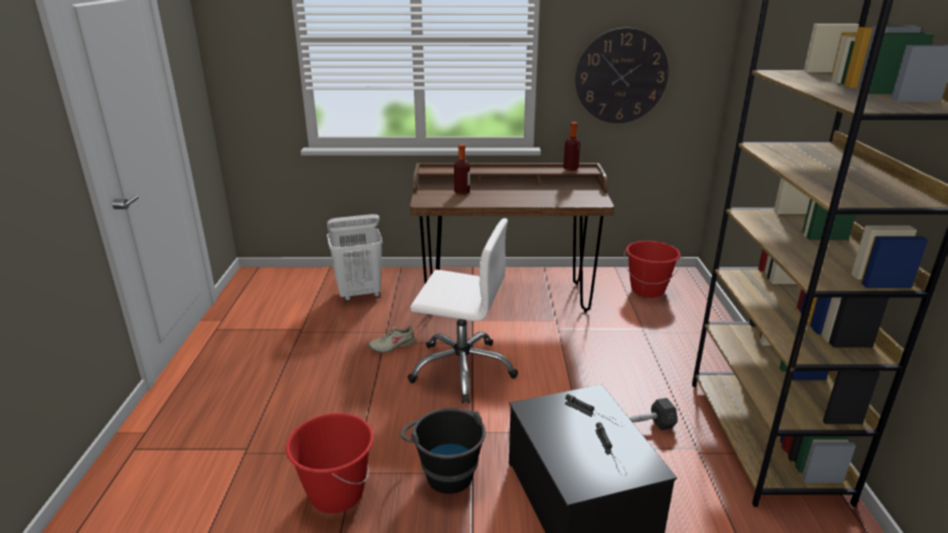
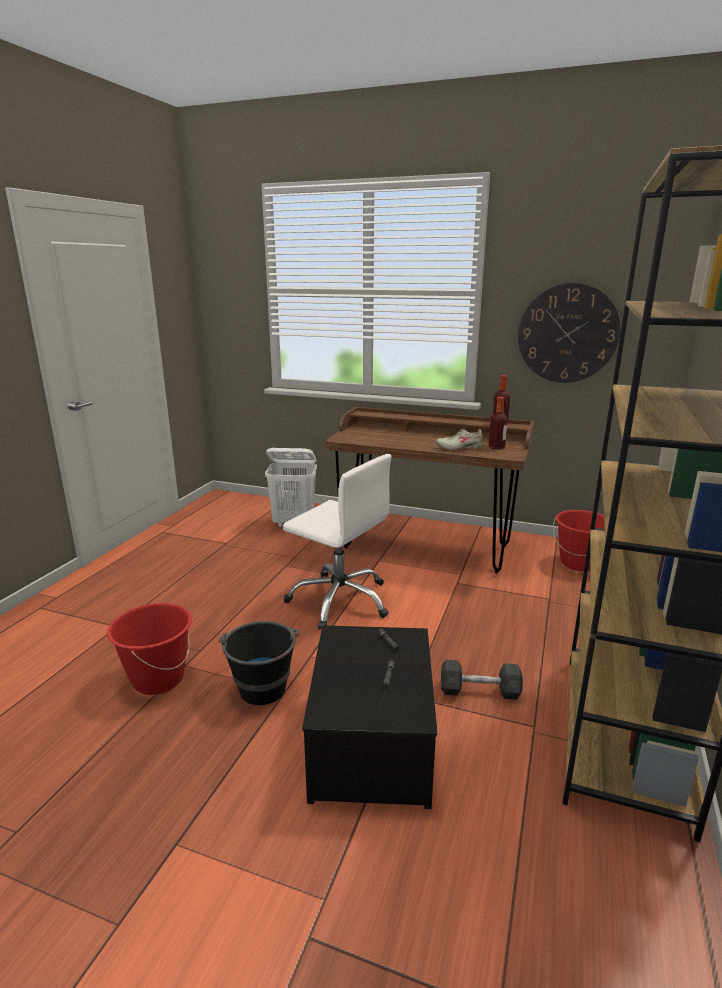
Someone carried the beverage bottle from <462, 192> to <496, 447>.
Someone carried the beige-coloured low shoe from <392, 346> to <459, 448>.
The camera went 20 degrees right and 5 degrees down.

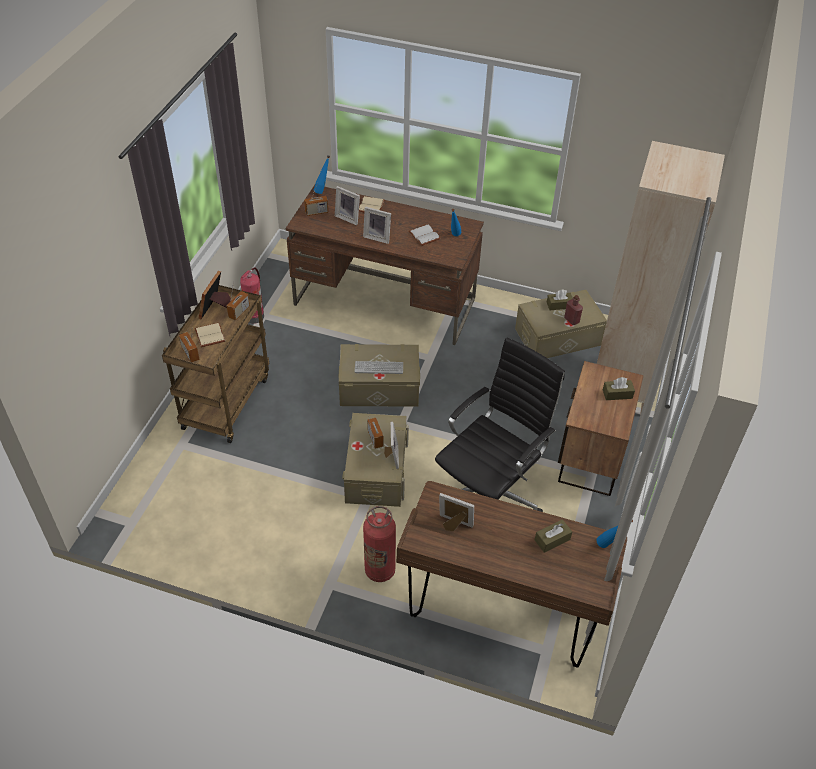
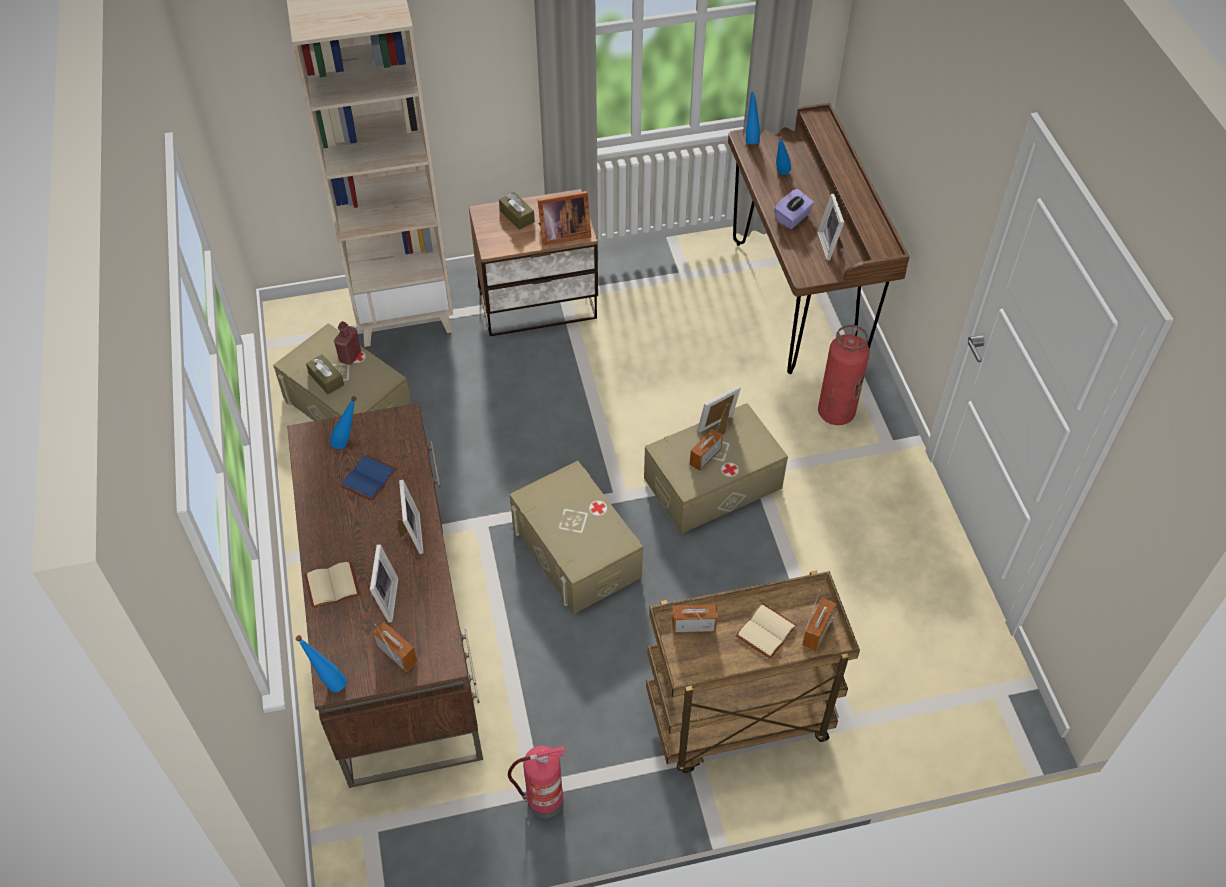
Someone repainted the whitish bound book at <423, 235>, which became the blue bound book at <370, 480>.
Someone carried the picture frame from <215, 308> to <562, 234>.
Someone took away the blackish office chair at <489, 495>.
Someone took away the computer keyboard at <379, 368>.
Someone swapped the brownish tissue holder at <552, 539> for the blue beverage bottle at <780, 175>.
Someone put down the purplish tissue holder at <792, 218>.
The camera went 120 degrees left and 5 degrees up.

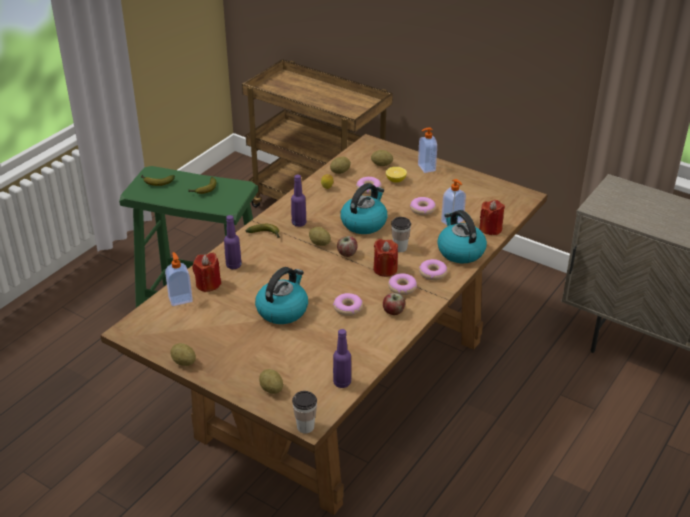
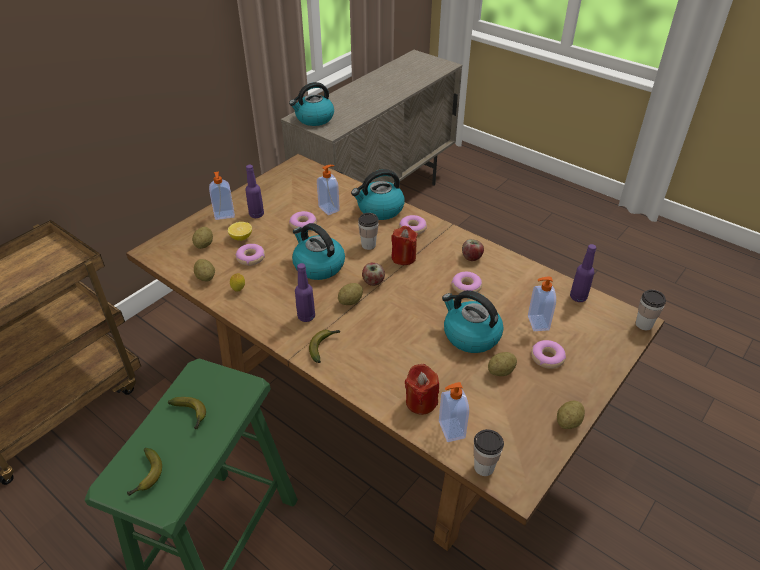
Someone took away the red wax light at <490, 229>.
Someone carried the purplish beverage bottle from <233, 265> to <256, 214>.
Someone carried the doughnut from <402, 288> to <547, 358>.
Someone carried the spud from <271, 389> to <501, 371>.
Someone put down the kettle at <314, 119>.
Someone put down the soap dispenser at <537, 323>.
Someone put down the cup at <484, 467>.
The camera went 85 degrees left and 5 degrees up.

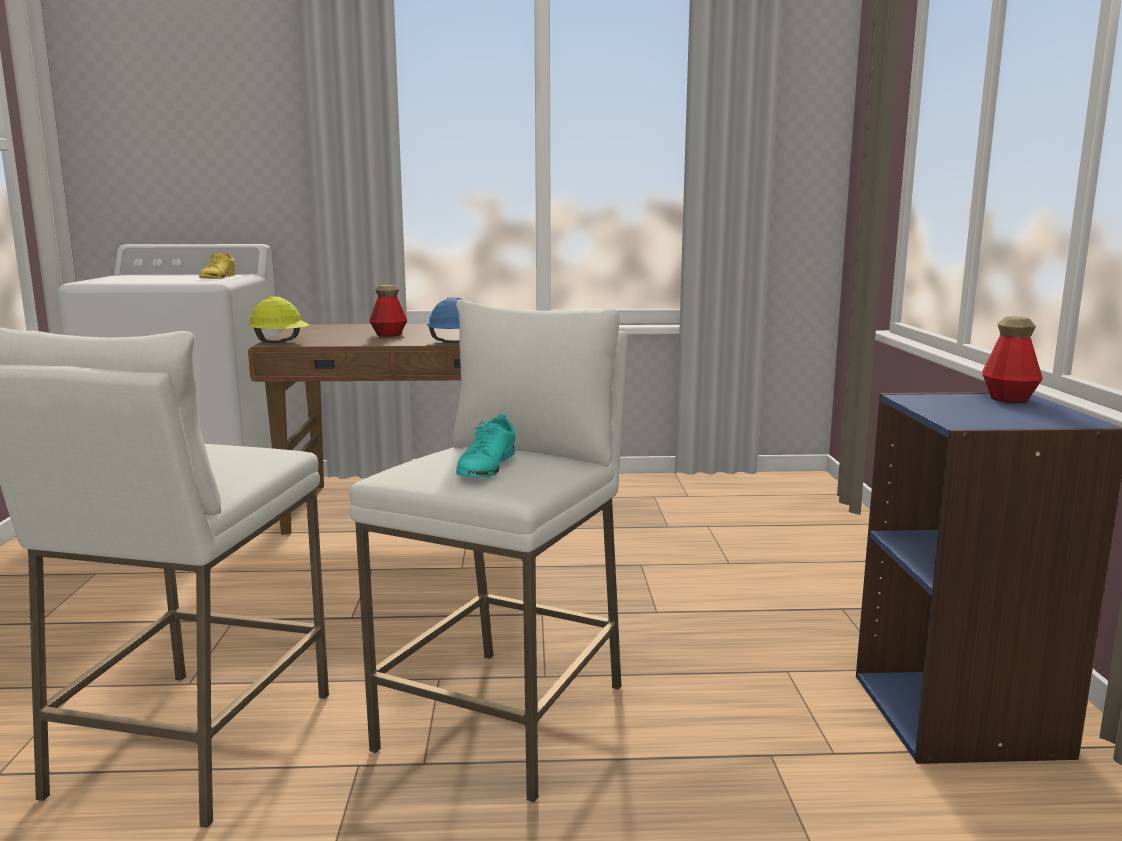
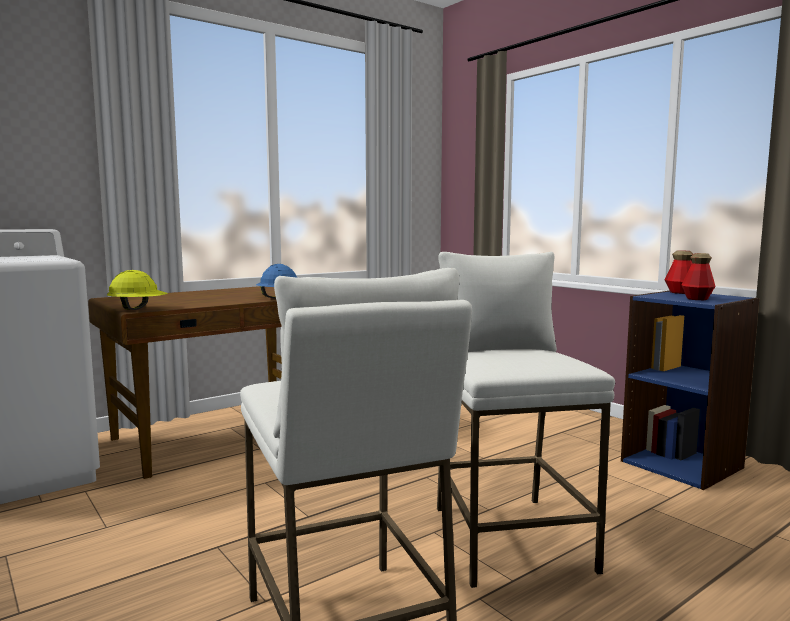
Someone took away the yellow-coloured low shoe at <217, 277>.
Someone carried the beverage bottle from <389, 335> to <697, 299>.
Someone took away the turquoise-coloured low shoe at <486, 466>.
The camera went 35 degrees left and 5 degrees down.

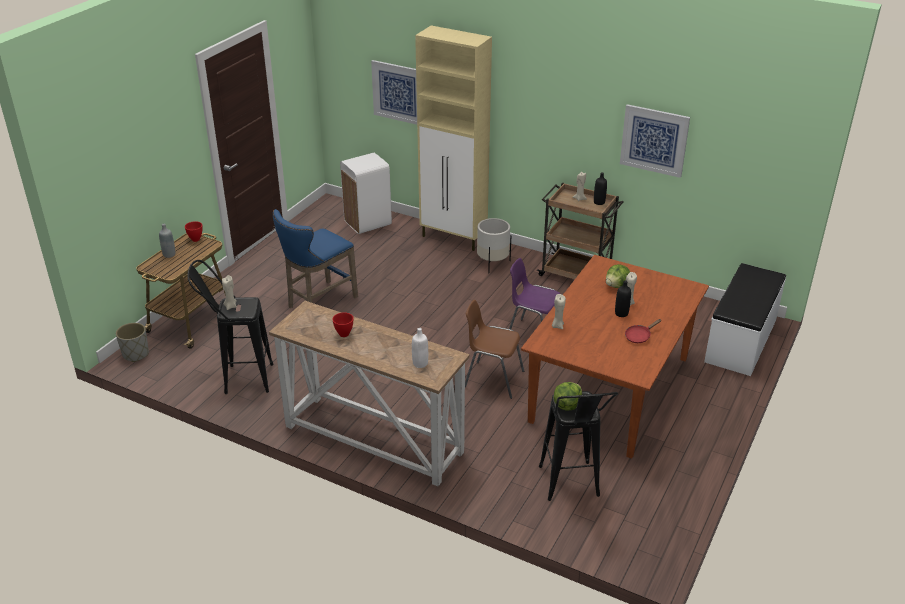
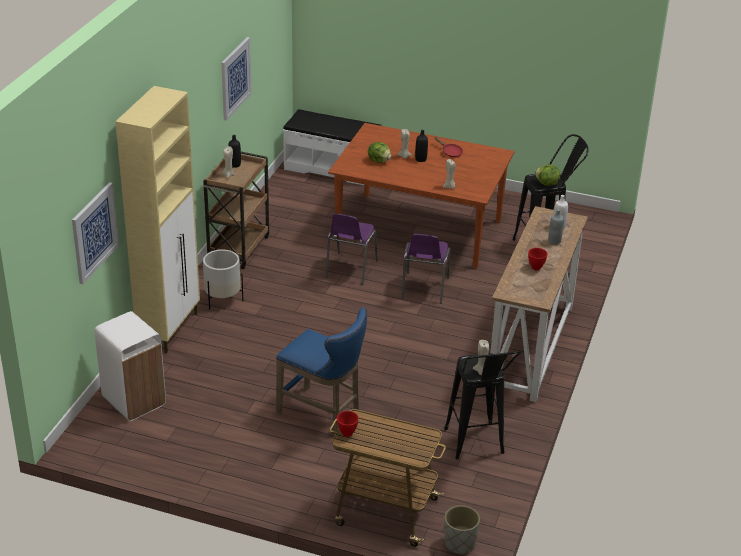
Someone carried the greyish beverage bottle from <169, 254> to <554, 241>.
Someone repainted the brownish plain chair at <492, 379>, which became the purplish plain chair at <424, 289>.
The camera went 100 degrees left and 0 degrees up.

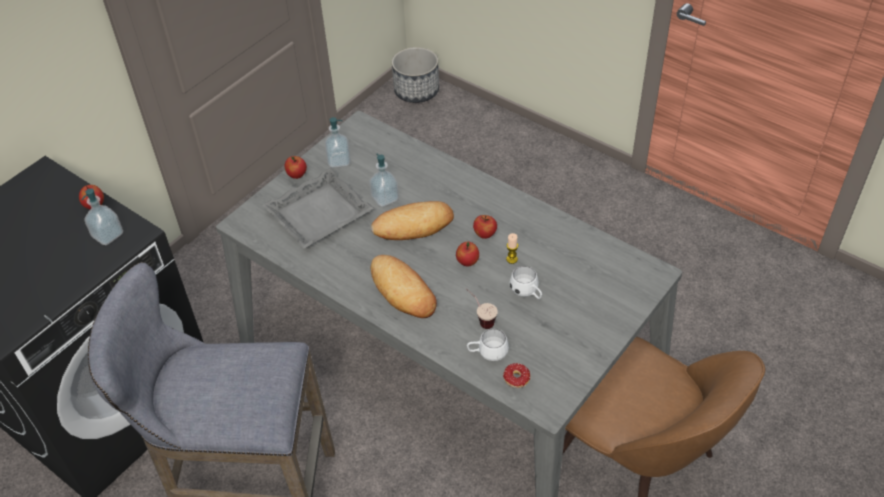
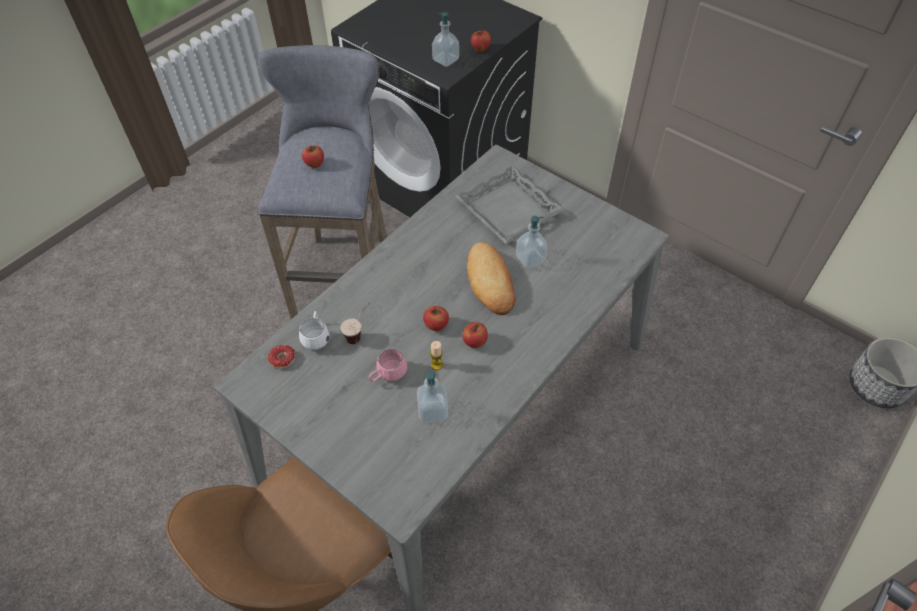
Someone carried the soap dispenser from <339, 161> to <433, 411>.
Someone carried the whole apple from <297, 175> to <314, 164>.
Someone took away the baked bread at <403, 290>.
Someone repainted the whitish coffee mug at <527, 293>, which became the pink-coloured coffee mug at <388, 375>.
The camera went 90 degrees right and 5 degrees up.

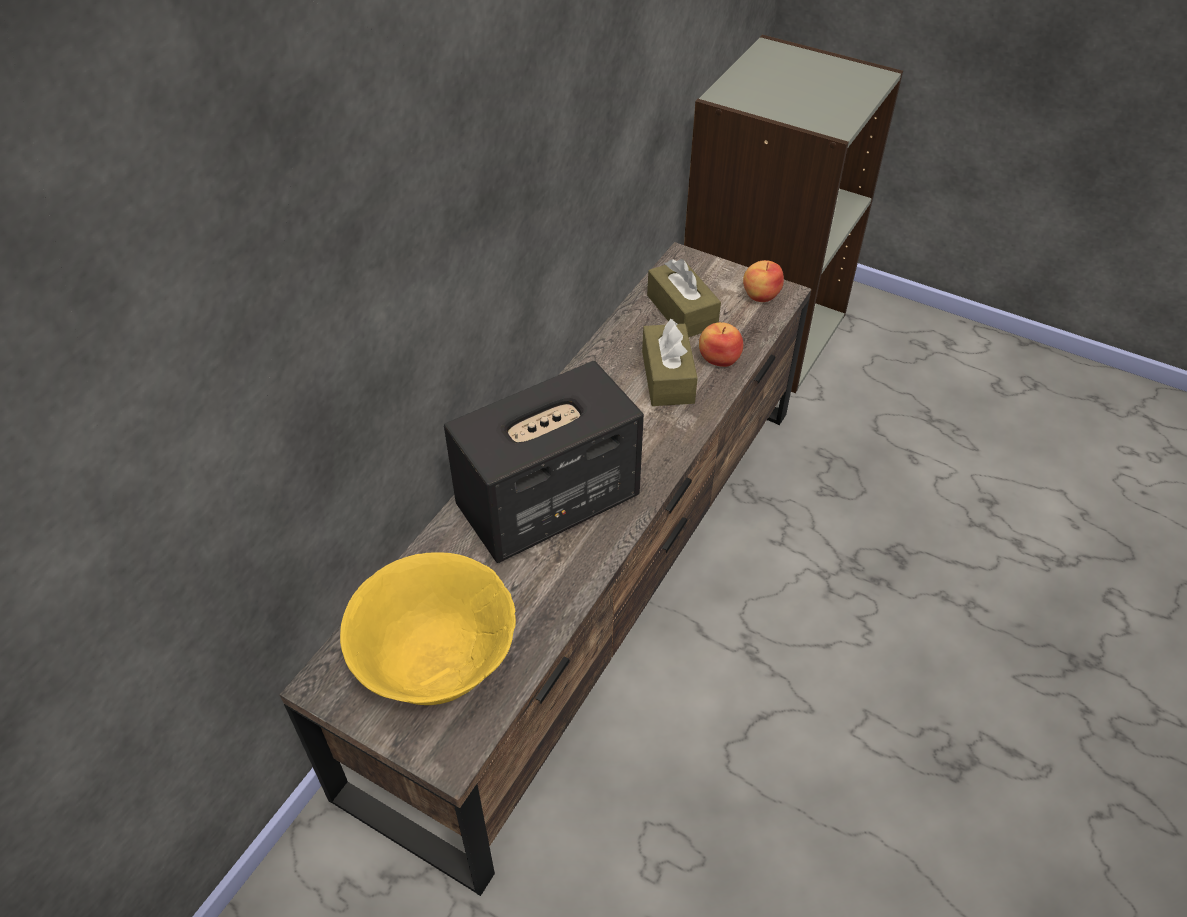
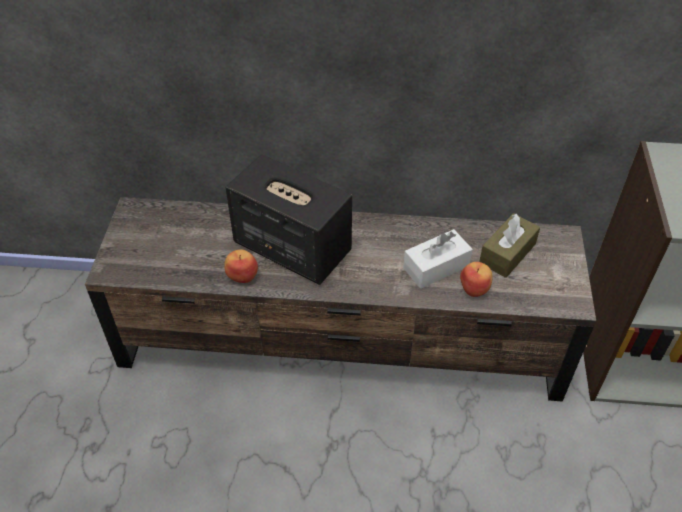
Someone carried the whole apple from <761, 295> to <242, 275>.
Someone repainted the brownish tissue holder at <667, 377>, which became the whitish tissue holder at <436, 267>.
Someone took away the yellow-coloured serving bowl at <437, 664>.
The camera went 65 degrees right and 0 degrees up.

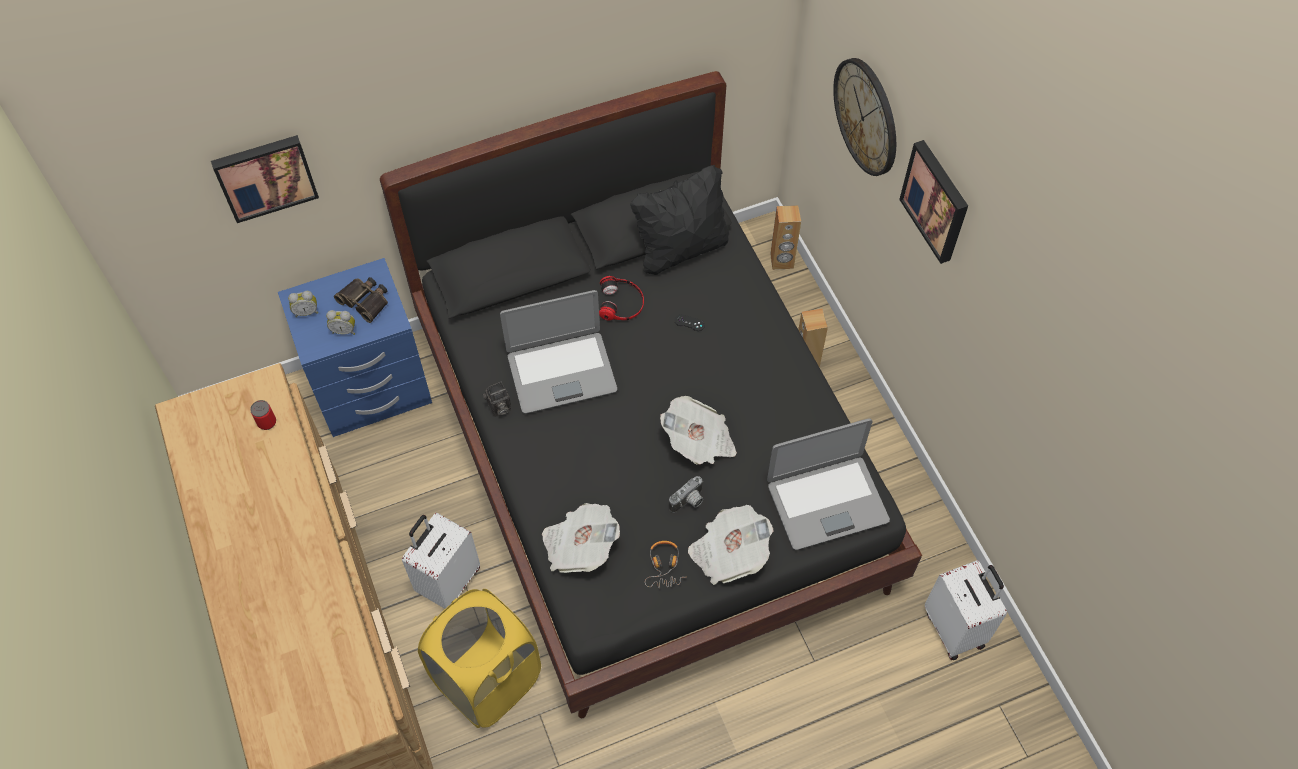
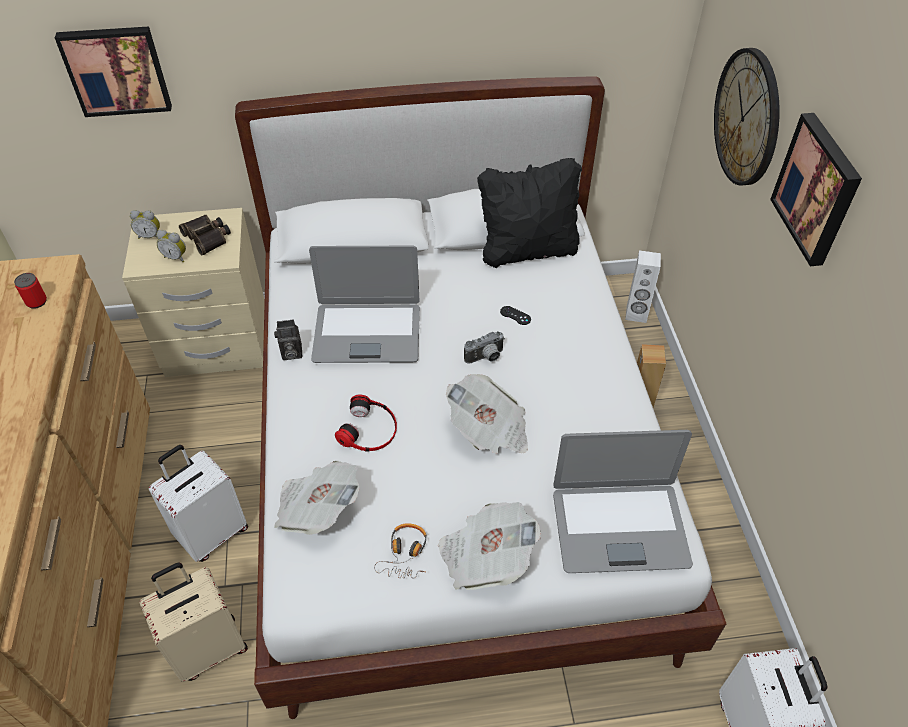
Someone repainted the blackish sleeping bed at <649, 457>, which became the whitish sleeping bed at <455, 461>.
Someone repainted the brownish audio speaker at <782, 261>, which became the whitish audio speaker at <636, 314>.
Someone repainted the blue bedside table at <372, 389>, which became the beige-coloured bedside table at <217, 345>.
Someone carried the headset from <621, 302> to <369, 429>.
Someone carried the still camera from <689, 502> to <486, 358>.
Someone swapped the yellow-coloured laundry basket at <488, 680> for the beige-coloured piece of luggage at <209, 647>.
The camera went 15 degrees right and 10 degrees down.

